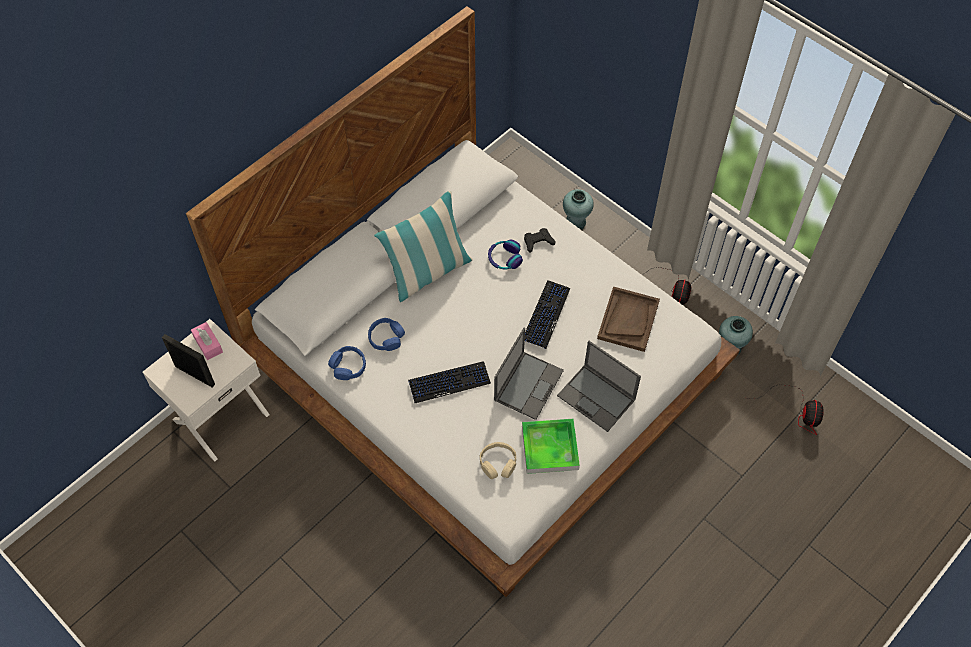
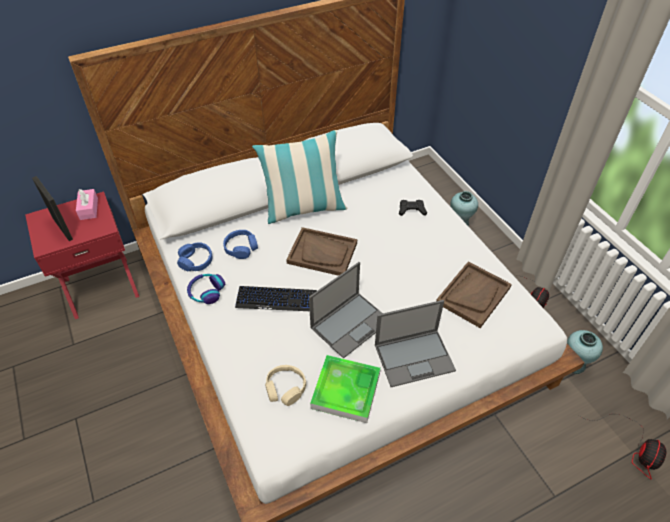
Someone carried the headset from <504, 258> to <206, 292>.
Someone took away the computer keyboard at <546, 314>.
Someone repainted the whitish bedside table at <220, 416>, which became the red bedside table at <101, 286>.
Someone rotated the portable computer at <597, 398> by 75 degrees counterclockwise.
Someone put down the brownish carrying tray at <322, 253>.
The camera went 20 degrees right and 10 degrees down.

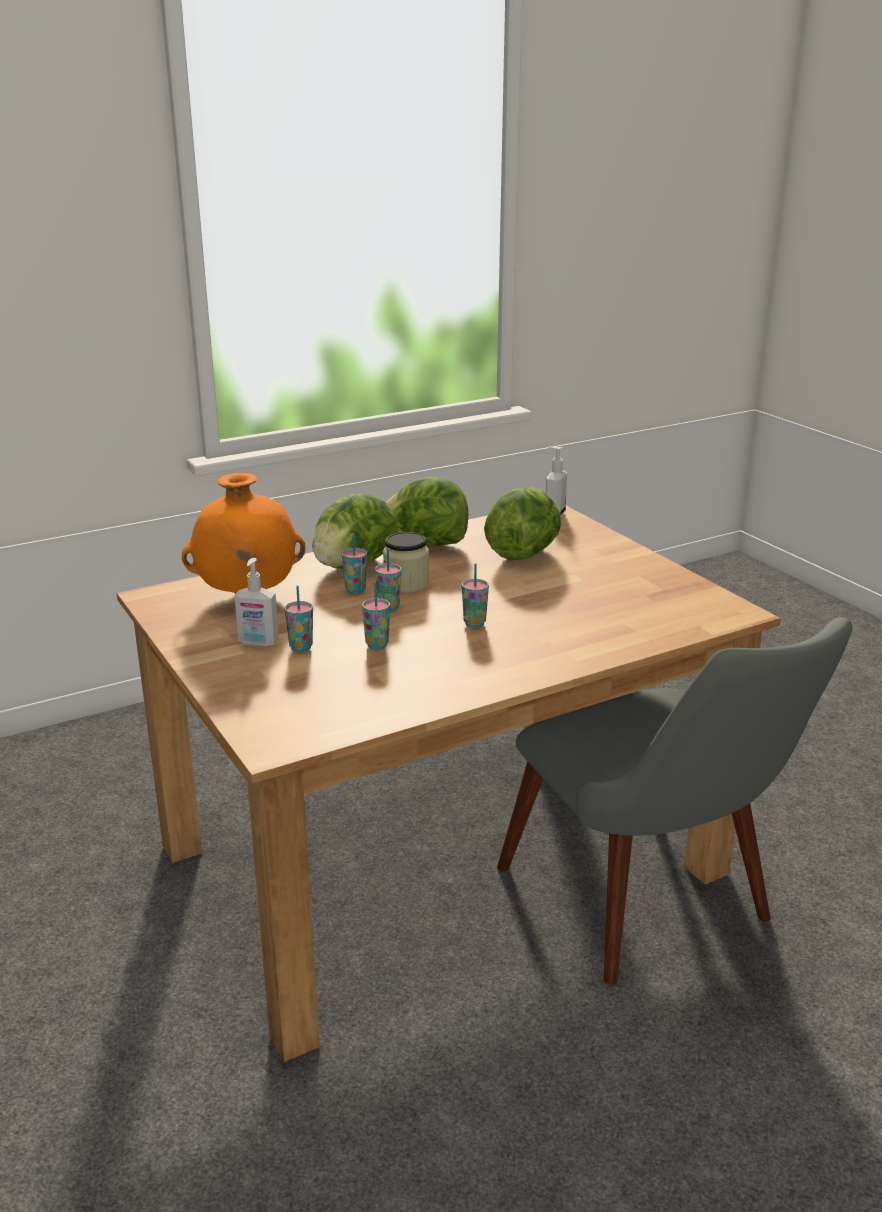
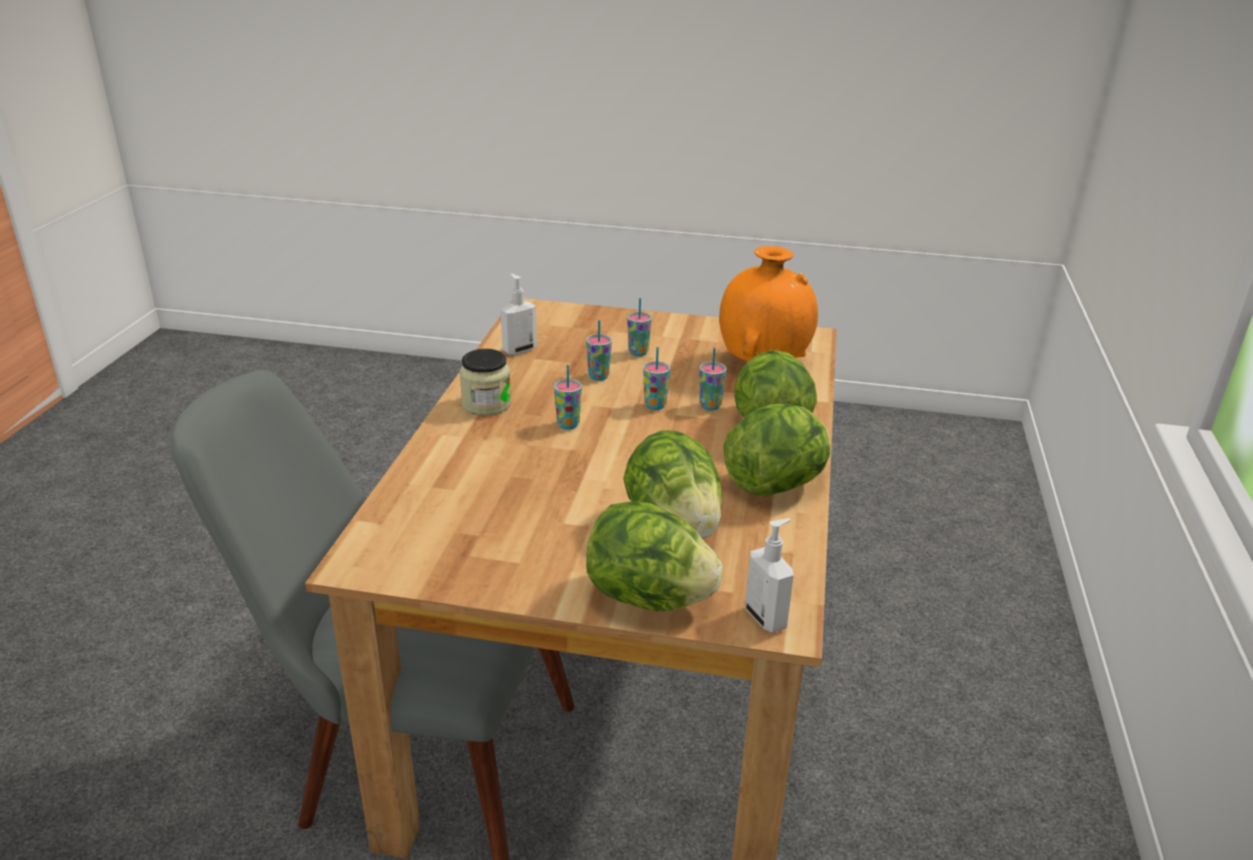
Someone carried the preserve jar from <406, 584> to <486, 404>.
Someone carried the soap dispenser from <258, 643> to <519, 350>.
Someone put down the lettuce at <649, 599>.
The camera went 130 degrees right and 5 degrees up.

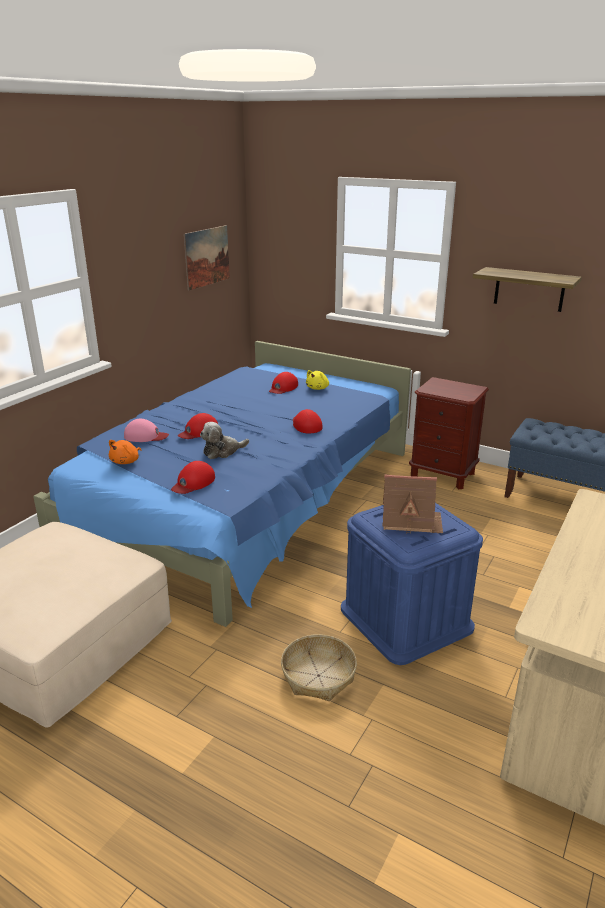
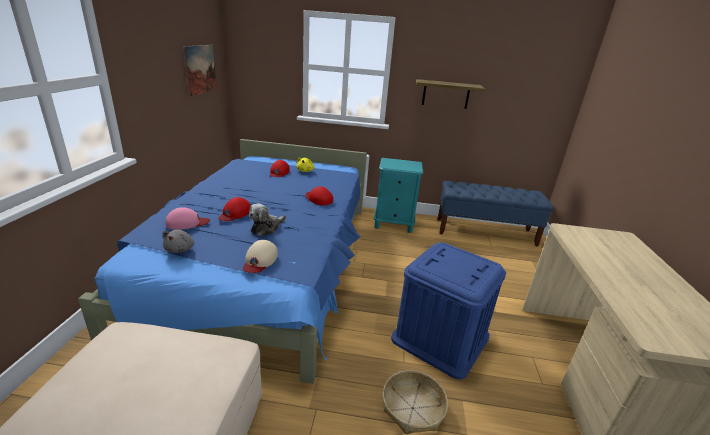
Someone repainted the brownish bedside table at <442, 474>, which became the turquoise-coloured bedside table at <393, 224>.
Someone repainted the orange cuddly toy at <126, 461>, which became the greyish cuddly toy at <180, 249>.
Someone repainted the red peaked cap at <193, 482>, which became the beige-coloured peaked cap at <260, 260>.
Someone took away the miniature house at <410, 521>.
The camera went 25 degrees left and 0 degrees up.

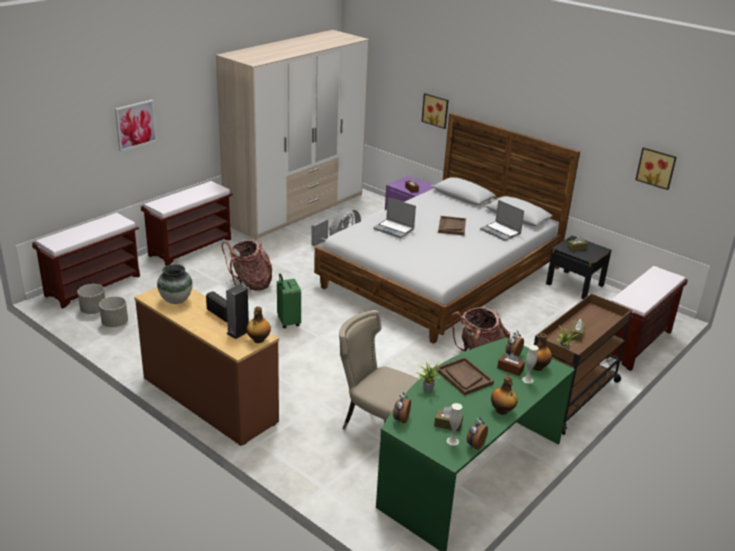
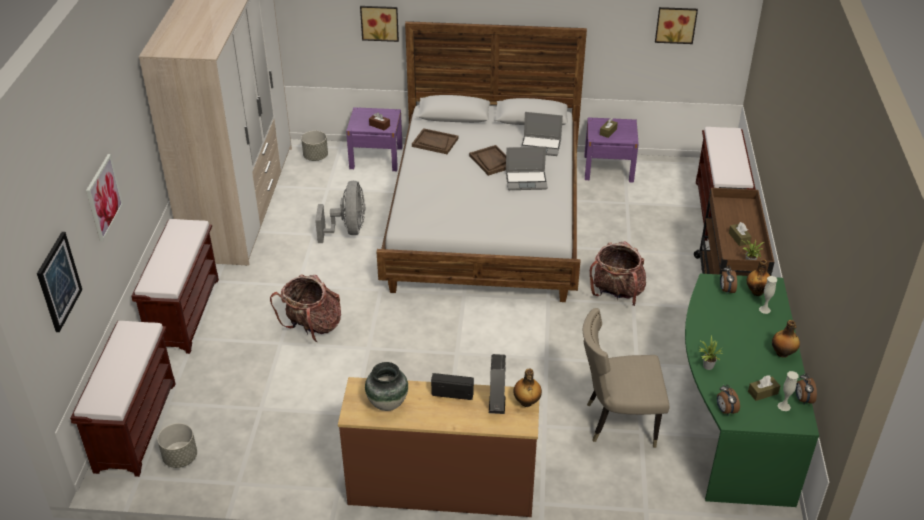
Someone carried the portable computer from <394, 229> to <526, 181>.
Someone repainted the blackish bedside table at <574, 284>, which became the purplish bedside table at <608, 168>.
Someone took away the greenish piece of luggage at <288, 322>.
Someone carried the greyish flower pot from <115, 323> to <316, 157>.
Someone took away the brownish tissue holder at <510, 369>.
Someone carried the brownish carrying tray from <464, 377> to <435, 142>.
Someone put up the picture at <58, 281>.
The camera went 35 degrees left and 10 degrees up.

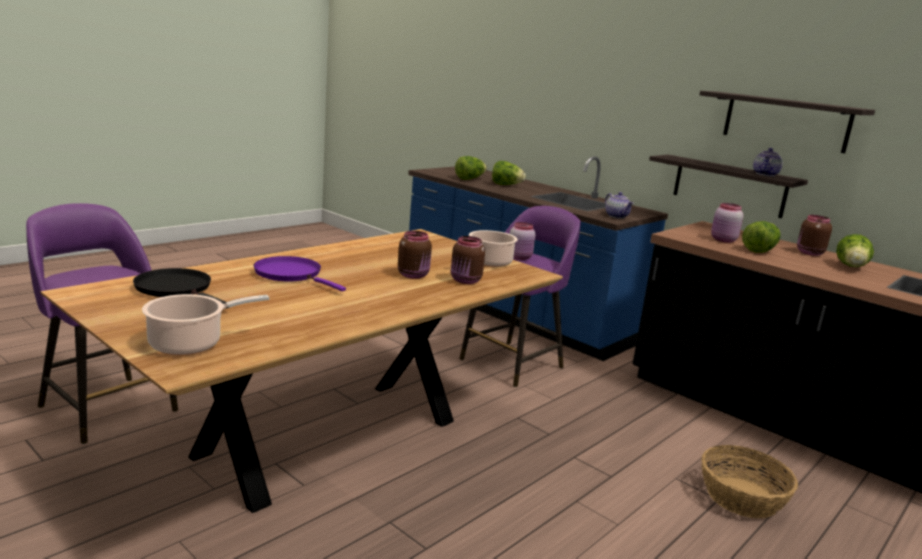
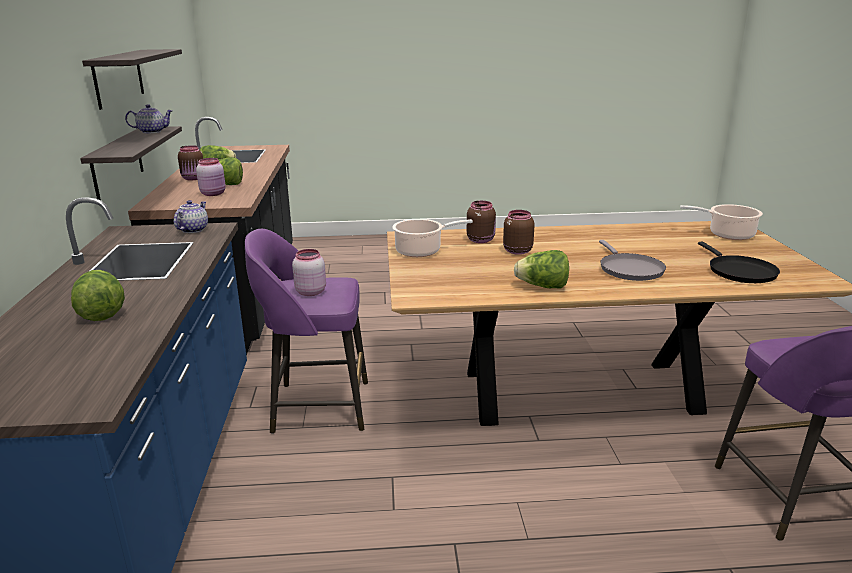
Someone carried the lettuce from <469, 179> to <542, 287>.
Someone repainted the purplish pan at <291, 274>, which became the greyish pan at <629, 269>.
Someone took away the storage basket at <742, 498>.
The camera went 135 degrees left and 5 degrees up.

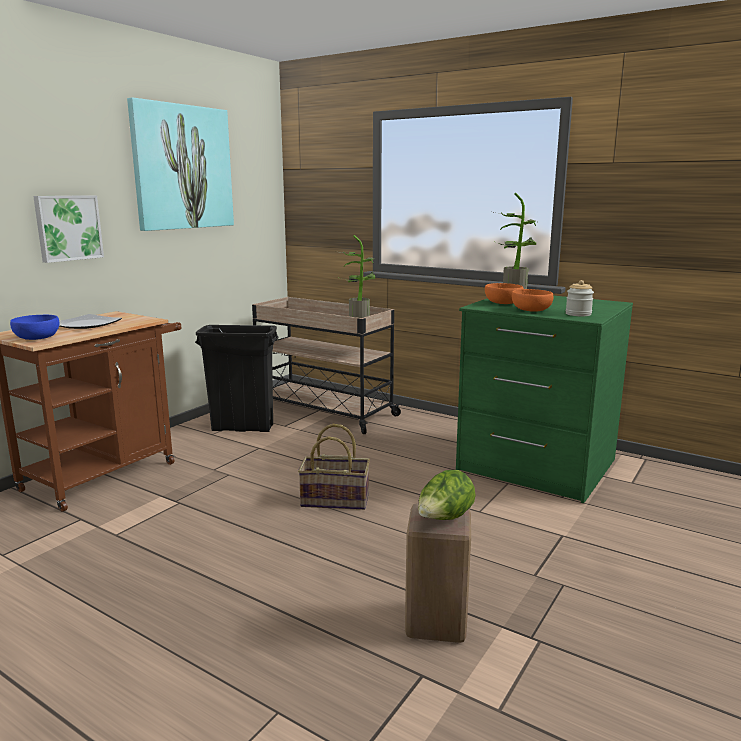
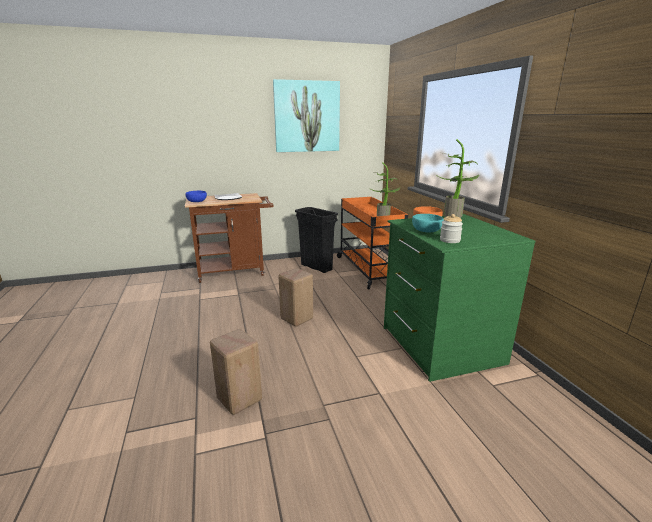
Someone took away the picture at <68, 228>.
Someone repainted the orange serving bowl at <530, 310>, which became the turquoise-coloured serving bowl at <426, 230>.
Someone repainted the beige-coloured trolley at <322, 411>, which became the orange trolley at <368, 269>.
Someone swapped the storage basket at <335, 499> for the beige-coloured stool at <298, 319>.
Someone took away the lettuce at <444, 519>.
The camera went 40 degrees right and 5 degrees up.

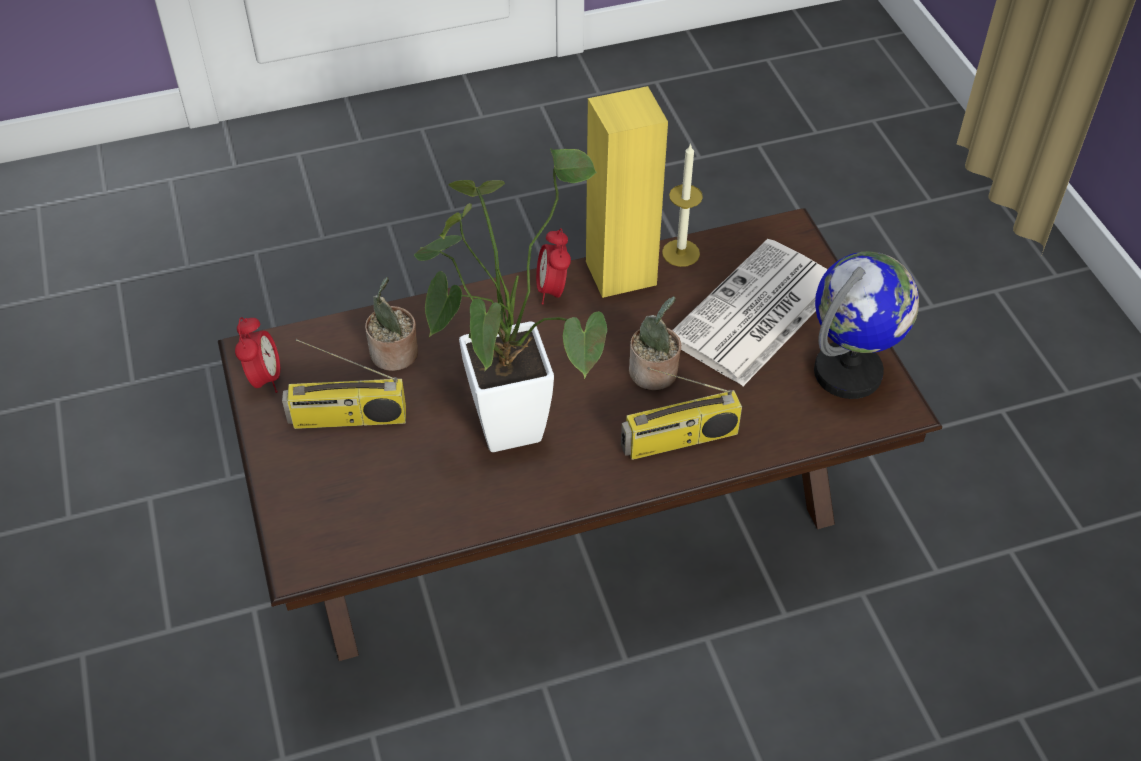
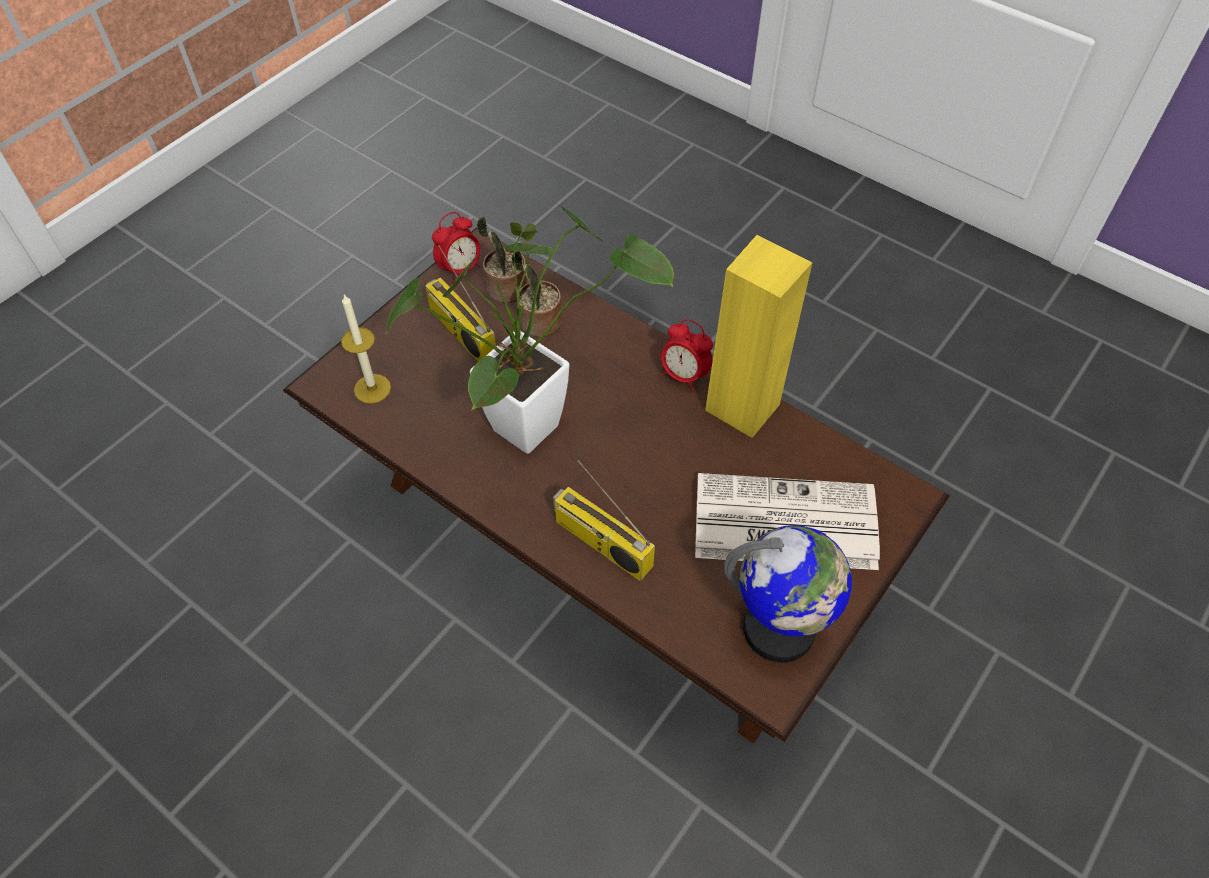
Someone carried the wax light from <681, 253> to <372, 388>.
Someone rotated the bedside clock at <553, 290> by 105 degrees counterclockwise.
Someone carried the potted plant from <654, 374> to <505, 290>.
The camera went 55 degrees right and 5 degrees up.

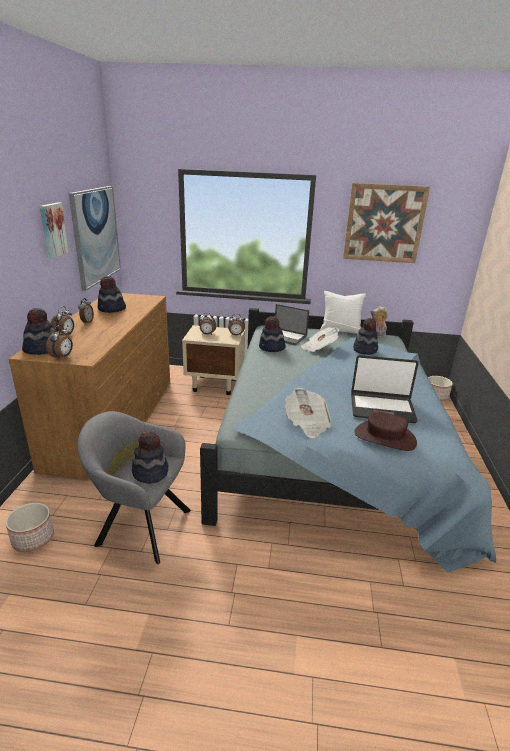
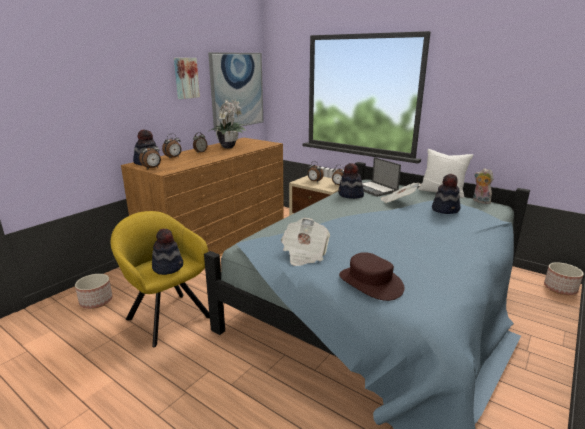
Someone took away the picture at <384, 223>.
Someone swapped the clothing hat at <112, 309> for the potted plant at <229, 147>.
Someone took away the portable computer at <382, 408>.
Someone repainted the greyish lounge chair at <139, 525>, which became the yellow-coloured lounge chair at <167, 315>.
The camera went 30 degrees right and 5 degrees down.

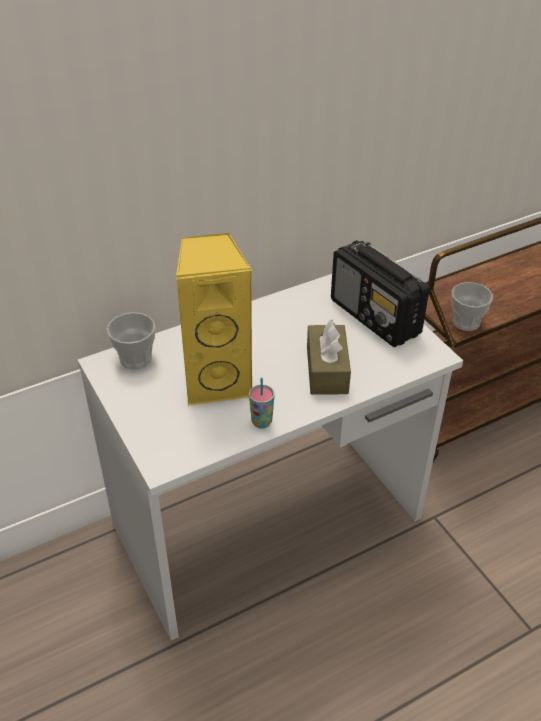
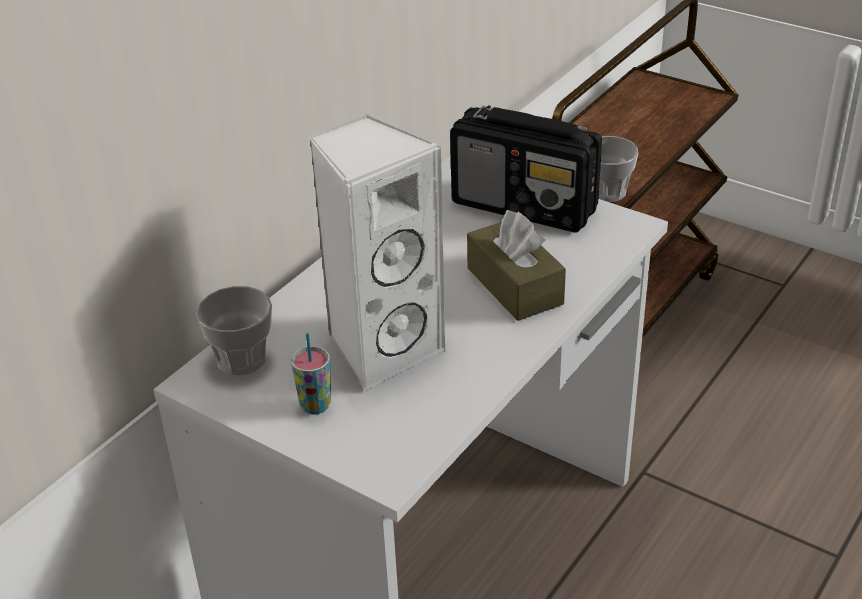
Someone repainted the yellow-coloured audio speaker at <217, 381>, which became the whitish audio speaker at <382, 348>.
Someone carried the cup from <261, 422> to <315, 406>.
The camera went 25 degrees left and 5 degrees down.

